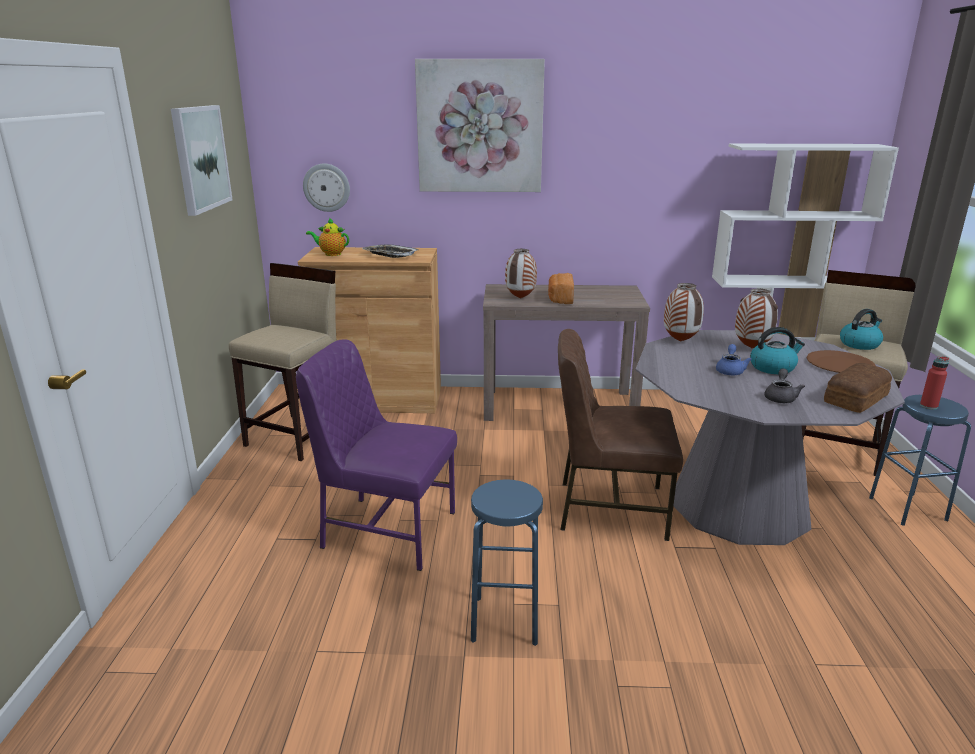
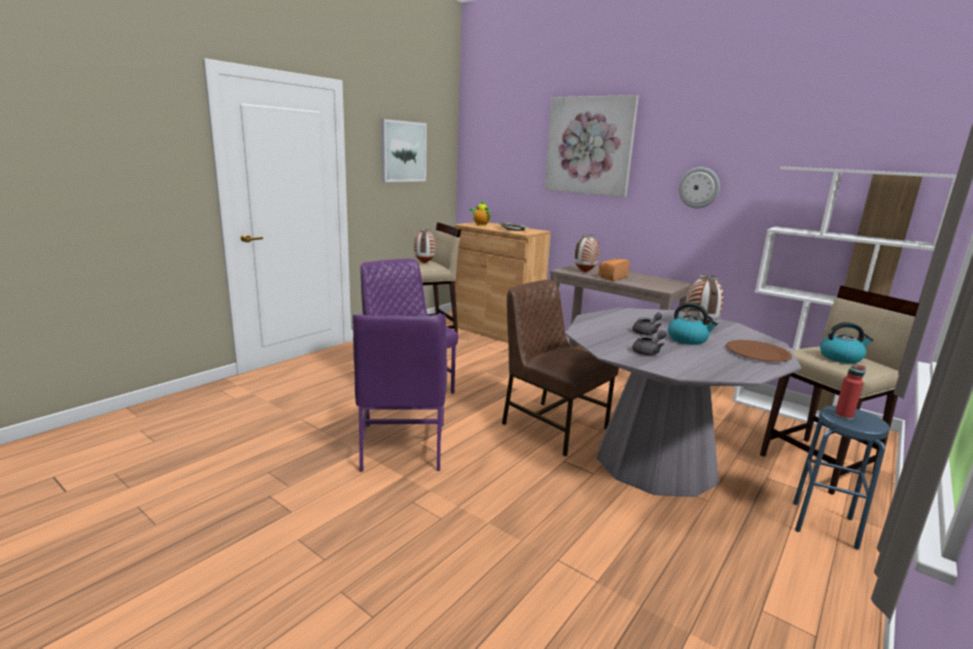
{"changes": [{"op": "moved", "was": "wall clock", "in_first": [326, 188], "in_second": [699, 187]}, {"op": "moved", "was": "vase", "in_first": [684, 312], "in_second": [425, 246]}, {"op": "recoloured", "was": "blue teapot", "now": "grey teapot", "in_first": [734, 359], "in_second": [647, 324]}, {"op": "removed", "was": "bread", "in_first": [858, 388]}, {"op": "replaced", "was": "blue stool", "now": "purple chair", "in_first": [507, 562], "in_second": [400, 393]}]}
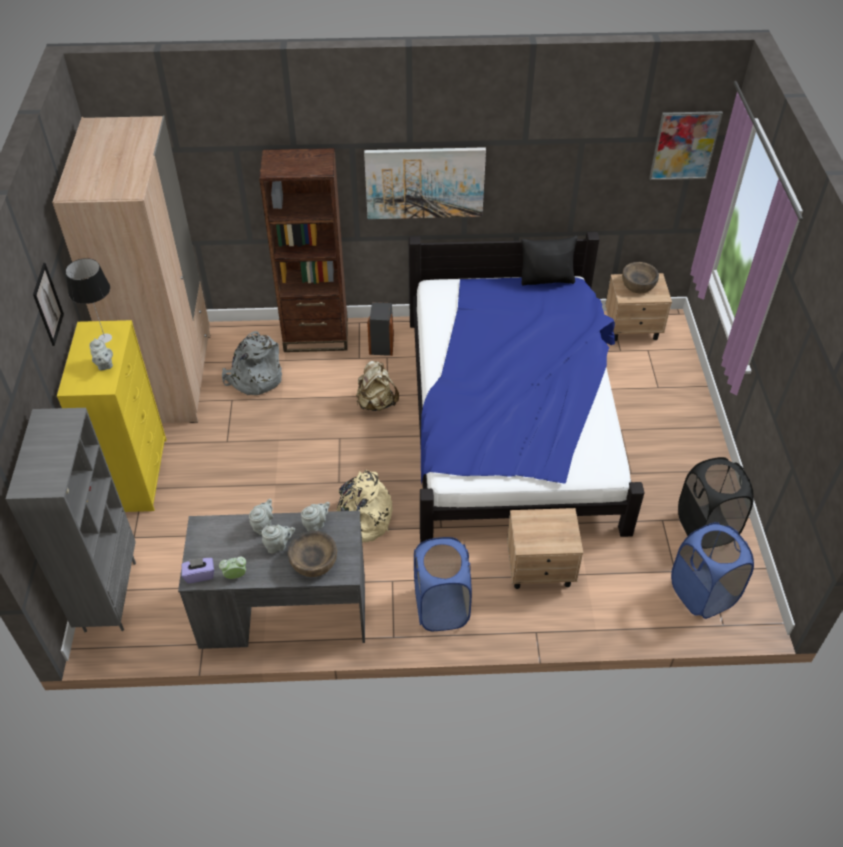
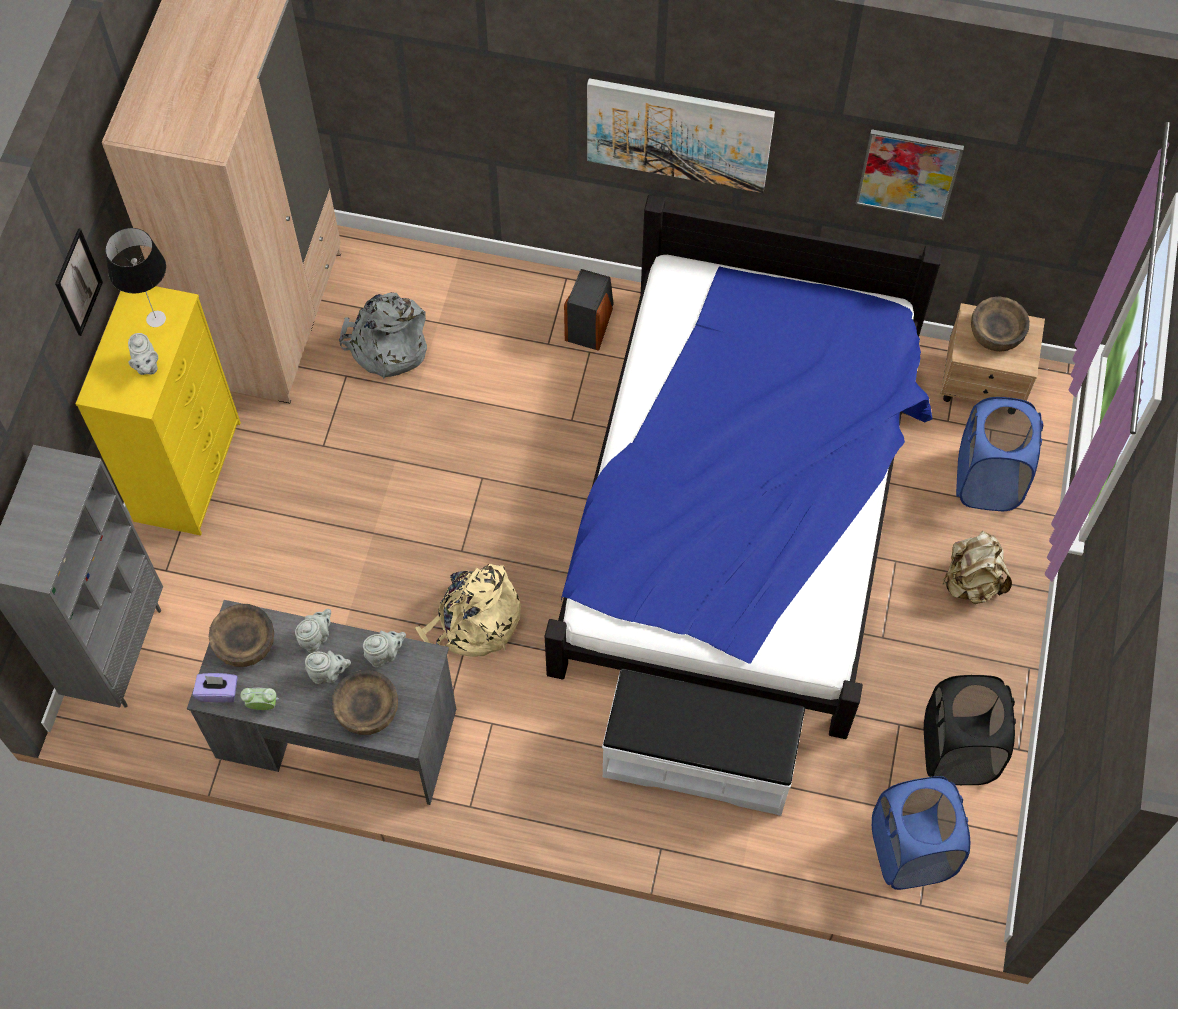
{"changes": [{"op": "moved", "was": "picture", "in_first": [686, 145], "in_second": [910, 174]}, {"op": "removed", "was": "brown bookcase", "in_first": [303, 250]}, {"op": "removed", "was": "black pillow", "in_first": [549, 260]}, {"op": "moved", "was": "beige backpack", "in_first": [377, 386], "in_second": [977, 567]}, {"op": "replaced", "was": "beige nightstand", "now": "white bench", "in_first": [545, 548], "in_second": [703, 742]}, {"op": "moved", "was": "blue laundry basket", "in_first": [443, 584], "in_second": [999, 454]}, {"op": "added", "now": "brown bowl", "in_second": [241, 635]}]}
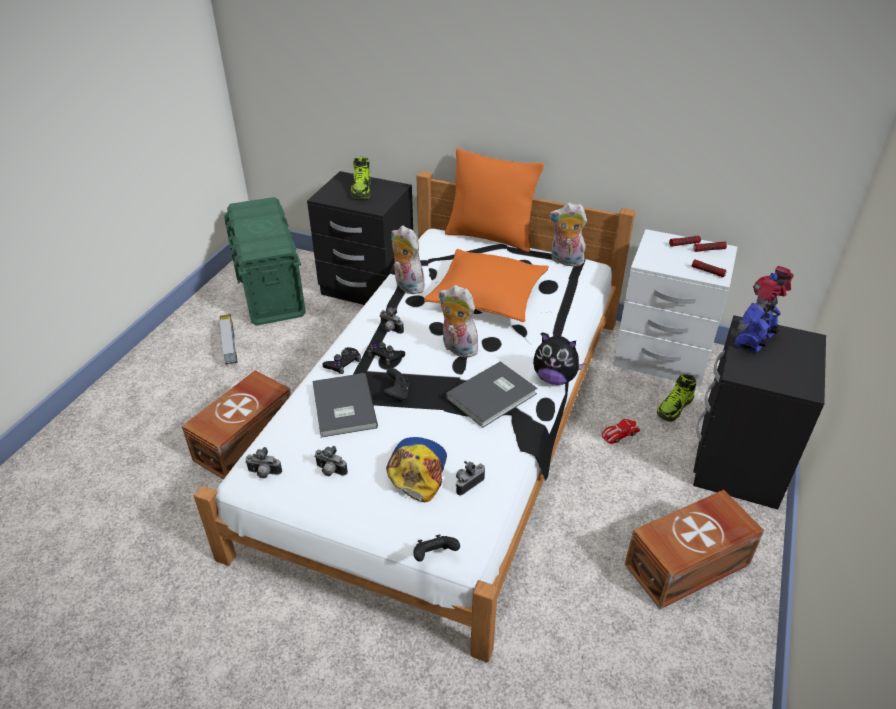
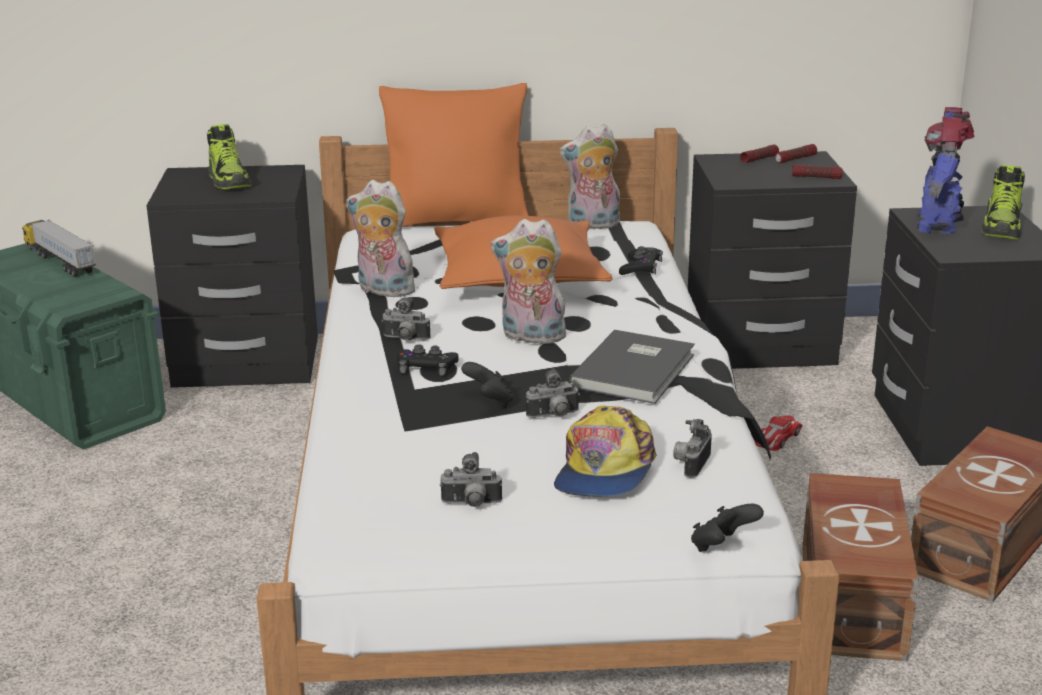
{"changes": [{"op": "recoloured", "was": "white nightstand", "now": "black nightstand", "in_first": [675, 308], "in_second": [772, 260]}, {"op": "moved", "was": "toy truck", "in_first": [228, 339], "in_second": [59, 248]}, {"op": "removed", "was": "plush toy", "in_first": [559, 358]}, {"op": "moved", "was": "black game controller", "in_first": [341, 360], "in_second": [641, 260]}, {"op": "moved", "was": "brown storage box", "in_first": [236, 425], "in_second": [860, 567]}, {"op": "removed", "was": "grey book", "in_first": [345, 405]}, {"op": "moved", "was": "shoe", "in_first": [676, 398], "in_second": [1003, 202]}, {"op": "turned", "was": "cap", "in_first": [416, 469], "in_second": [605, 451], "clockwise": -150}, {"op": "moved", "was": "photo camera", "in_first": [263, 463], "in_second": [553, 393]}]}
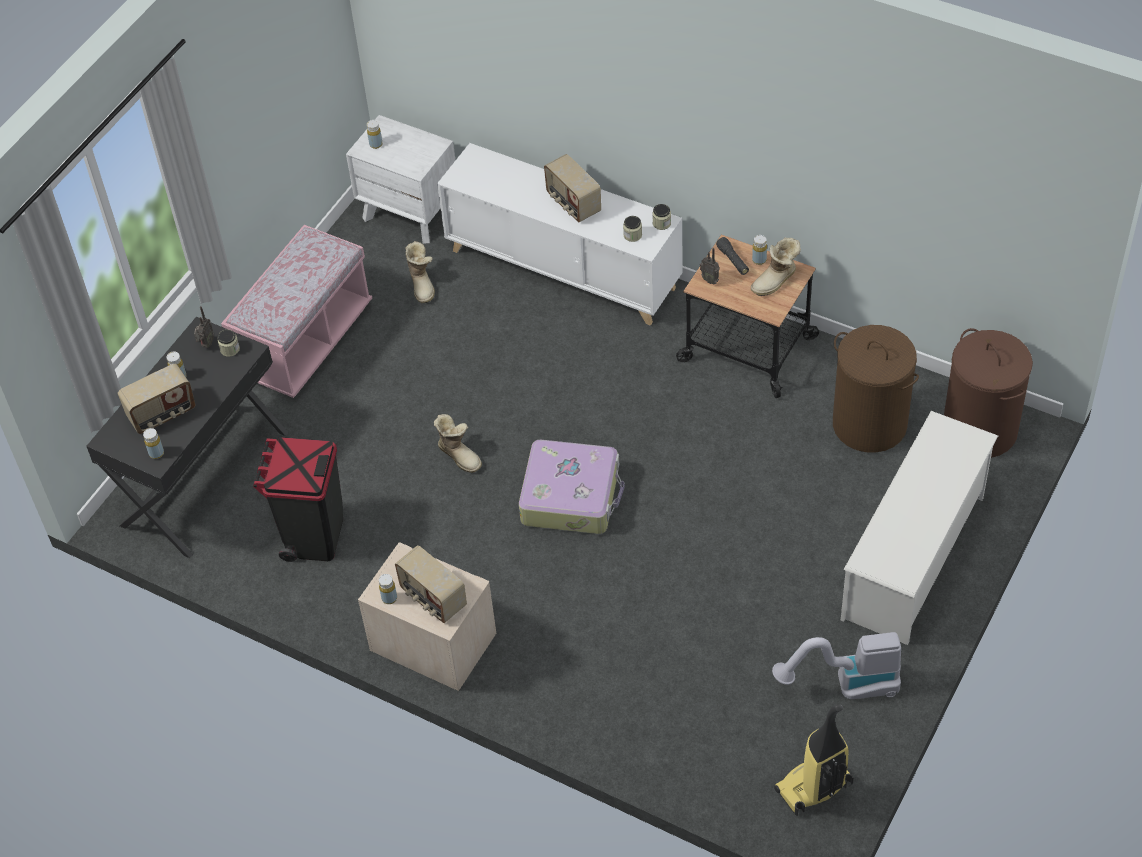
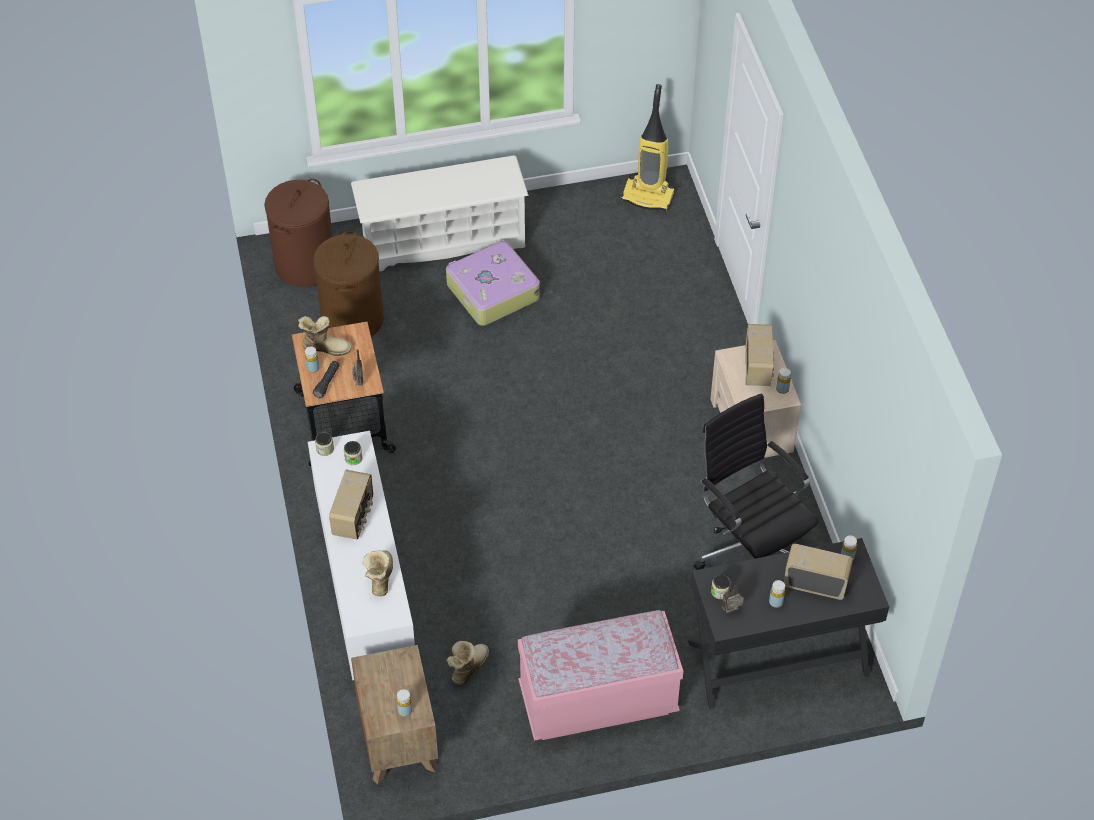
{"changes": [{"op": "recoloured", "was": "white nightstand", "now": "brown nightstand", "in_first": [400, 179], "in_second": [394, 714]}, {"op": "moved", "was": "boot", "in_first": [458, 443], "in_second": [378, 573]}, {"op": "replaced", "was": "black trash can", "now": "black office chair", "in_first": [298, 499], "in_second": [756, 481]}, {"op": "moved", "was": "suitcase", "in_first": [572, 487], "in_second": [493, 283]}, {"op": "removed", "was": "vacuum cleaner", "in_first": [836, 665]}]}
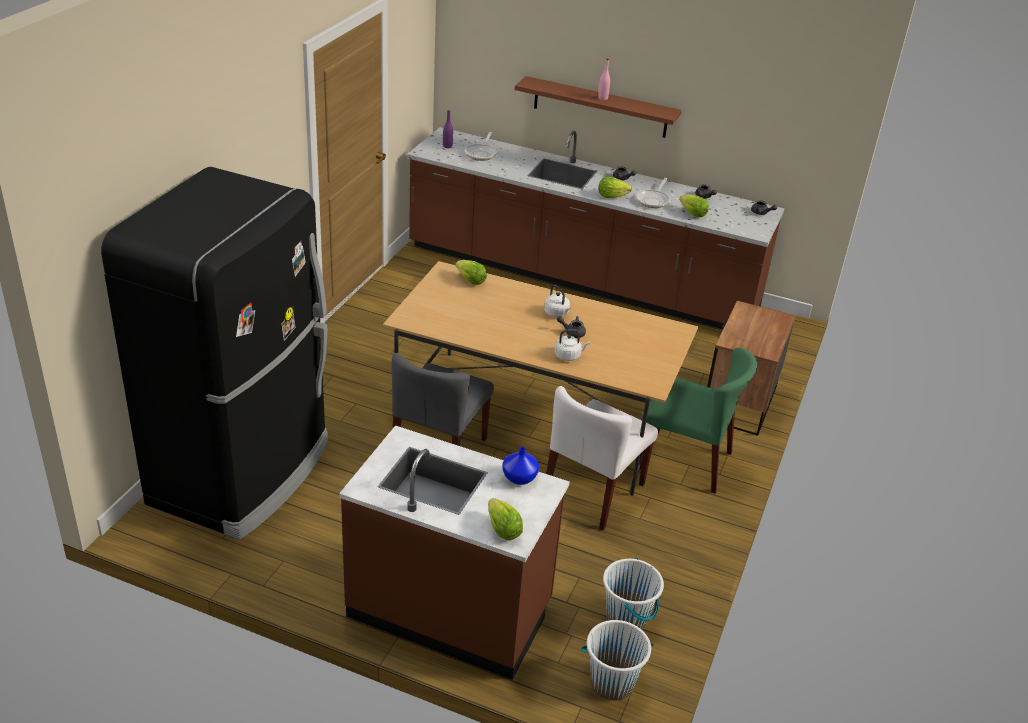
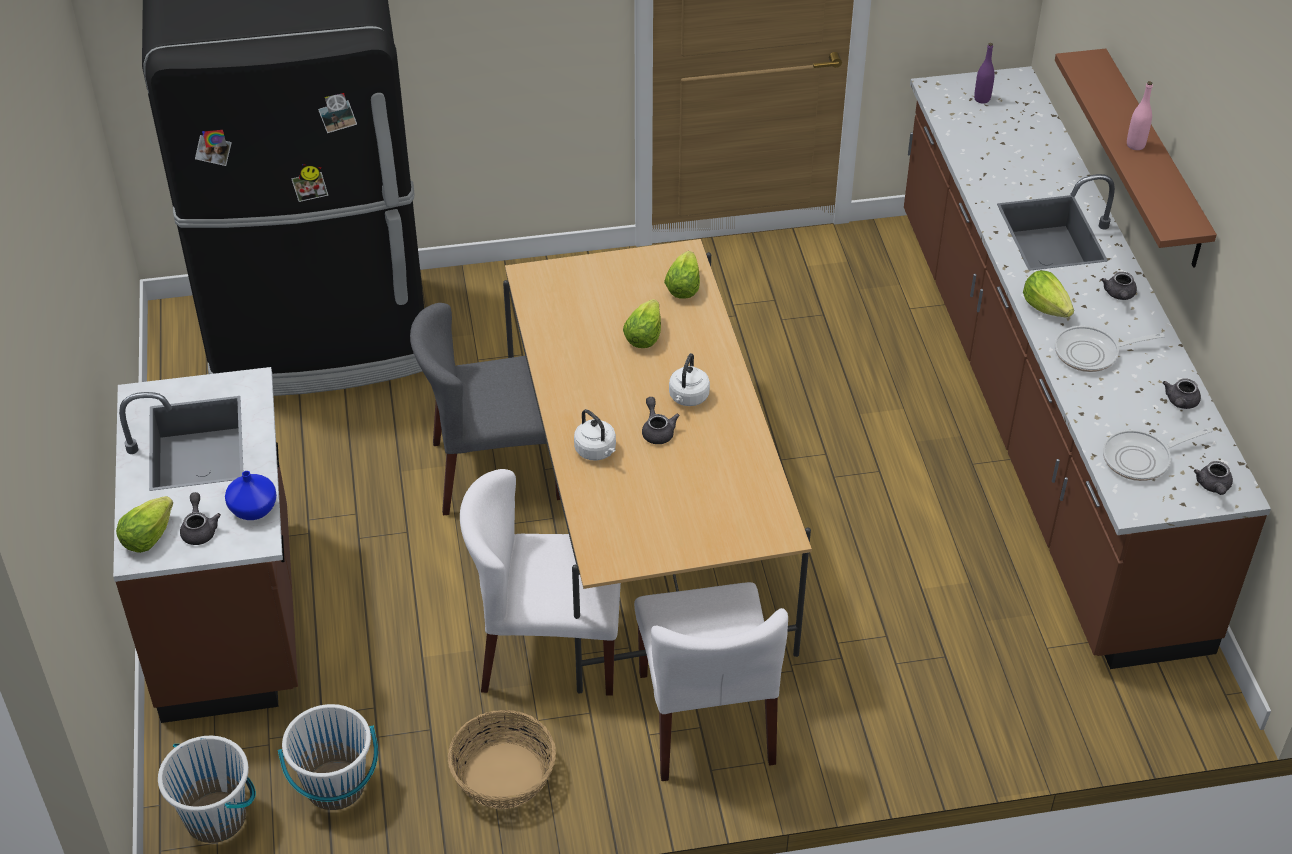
{"changes": [{"op": "moved", "was": "frying pan", "in_first": [481, 146], "in_second": [1157, 454]}, {"op": "moved", "was": "lettuce", "in_first": [694, 205], "in_second": [642, 323]}, {"op": "removed", "was": "nightstand", "in_first": [751, 368]}, {"op": "recoloured", "was": "green chair", "now": "white chair", "in_first": [698, 421], "in_second": [711, 681]}, {"op": "added", "now": "grey teapot", "in_second": [200, 518]}, {"op": "added", "now": "basket", "in_second": [502, 759]}]}
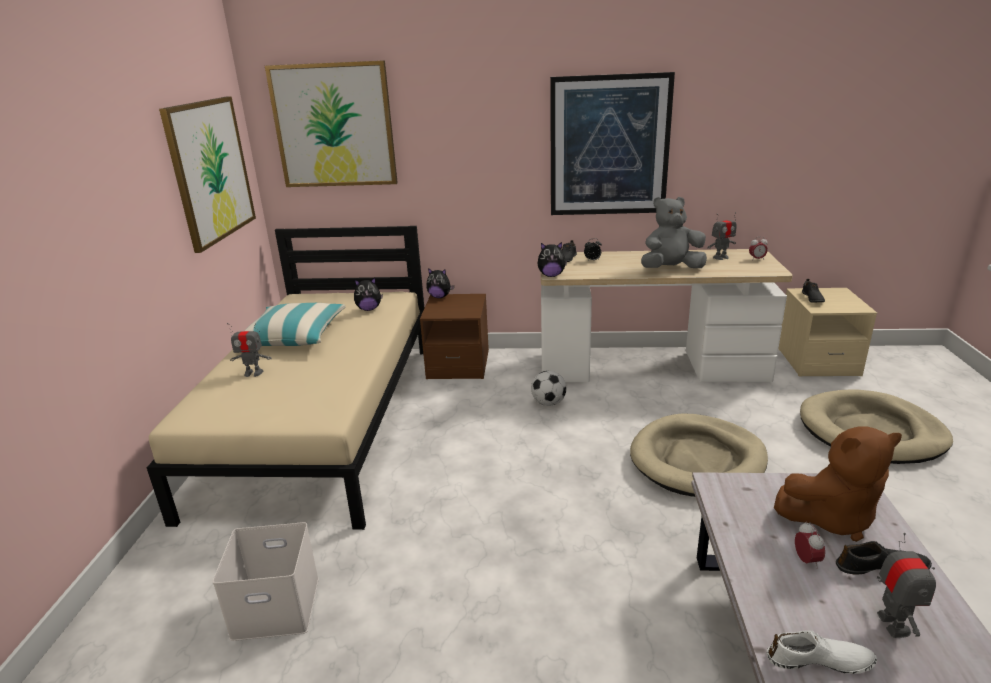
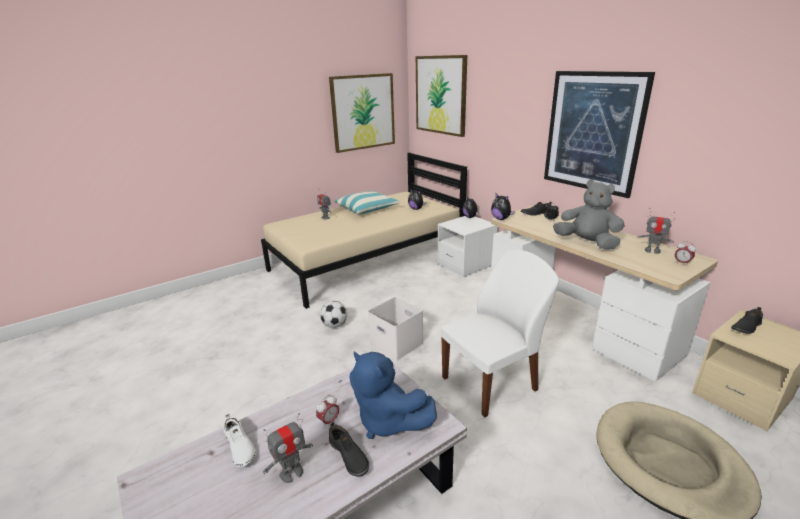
{"changes": [{"op": "recoloured", "was": "brown nightstand", "now": "white nightstand", "in_first": [454, 336], "in_second": [468, 246]}, {"op": "moved", "was": "football", "in_first": [548, 388], "in_second": [333, 314]}, {"op": "replaced", "was": "beige dog bed", "now": "white chair", "in_first": [699, 455], "in_second": [500, 334]}, {"op": "recoloured", "was": "brown plush toy", "now": "blue plush toy", "in_first": [838, 484], "in_second": [393, 395]}, {"op": "moved", "was": "white storage box", "in_first": [265, 581], "in_second": [396, 329]}]}
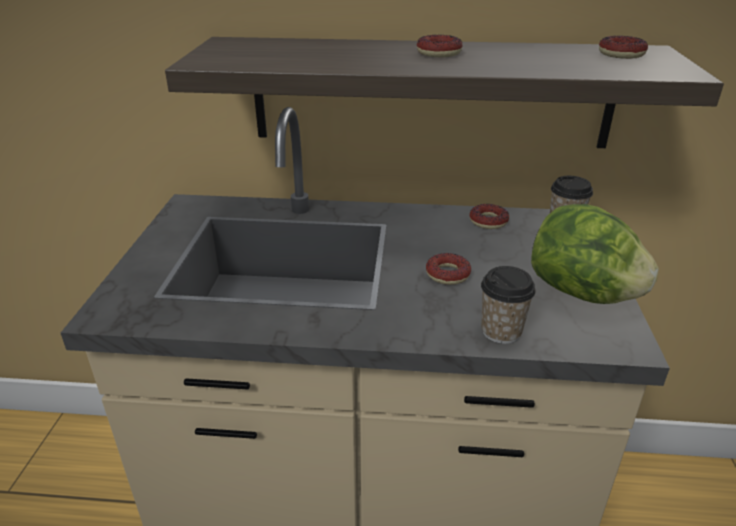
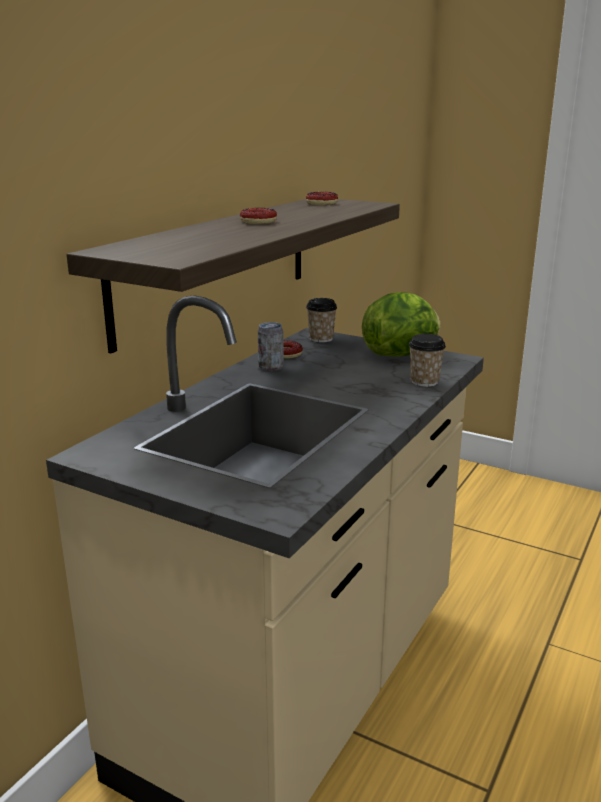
{"changes": [{"op": "removed", "was": "donut", "in_first": [448, 269]}, {"op": "added", "now": "can", "in_second": [271, 346]}]}
